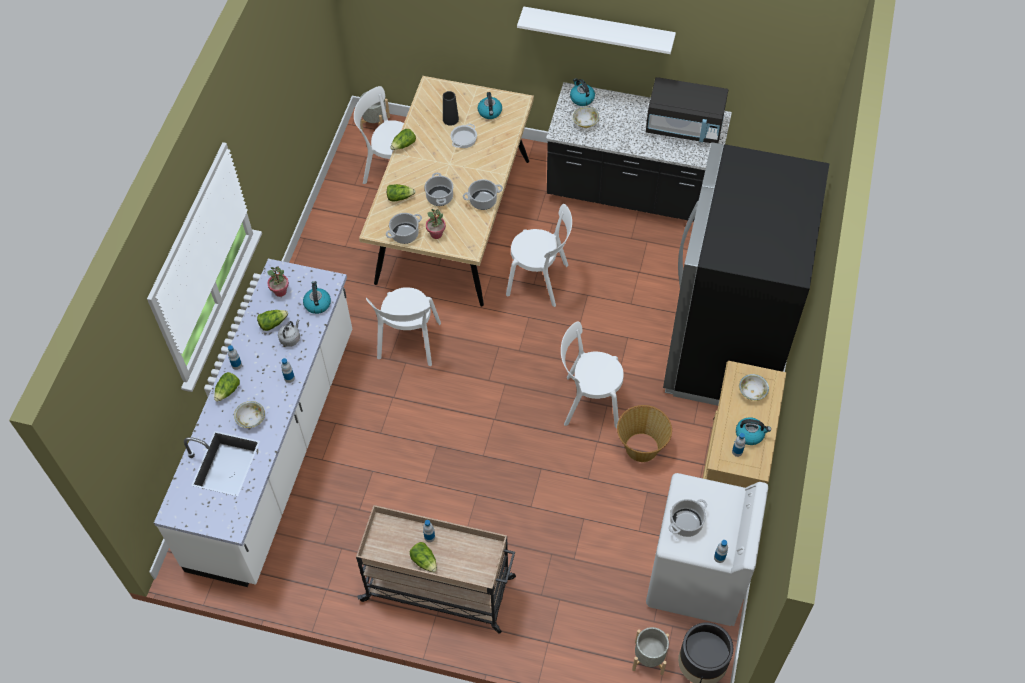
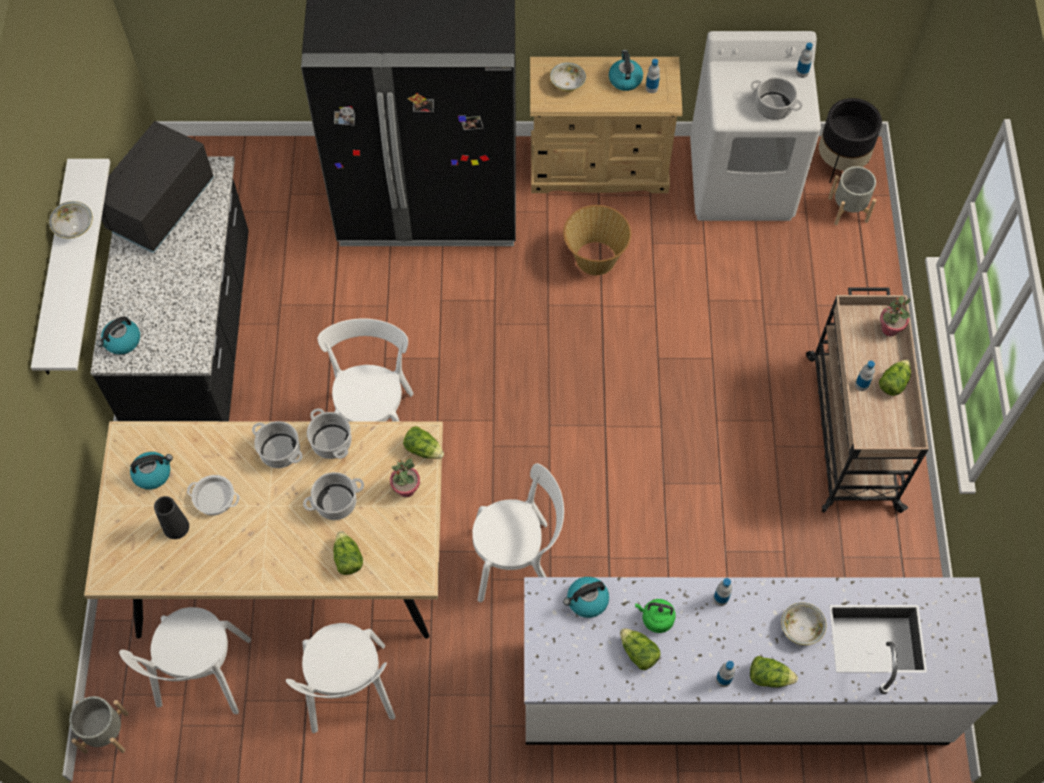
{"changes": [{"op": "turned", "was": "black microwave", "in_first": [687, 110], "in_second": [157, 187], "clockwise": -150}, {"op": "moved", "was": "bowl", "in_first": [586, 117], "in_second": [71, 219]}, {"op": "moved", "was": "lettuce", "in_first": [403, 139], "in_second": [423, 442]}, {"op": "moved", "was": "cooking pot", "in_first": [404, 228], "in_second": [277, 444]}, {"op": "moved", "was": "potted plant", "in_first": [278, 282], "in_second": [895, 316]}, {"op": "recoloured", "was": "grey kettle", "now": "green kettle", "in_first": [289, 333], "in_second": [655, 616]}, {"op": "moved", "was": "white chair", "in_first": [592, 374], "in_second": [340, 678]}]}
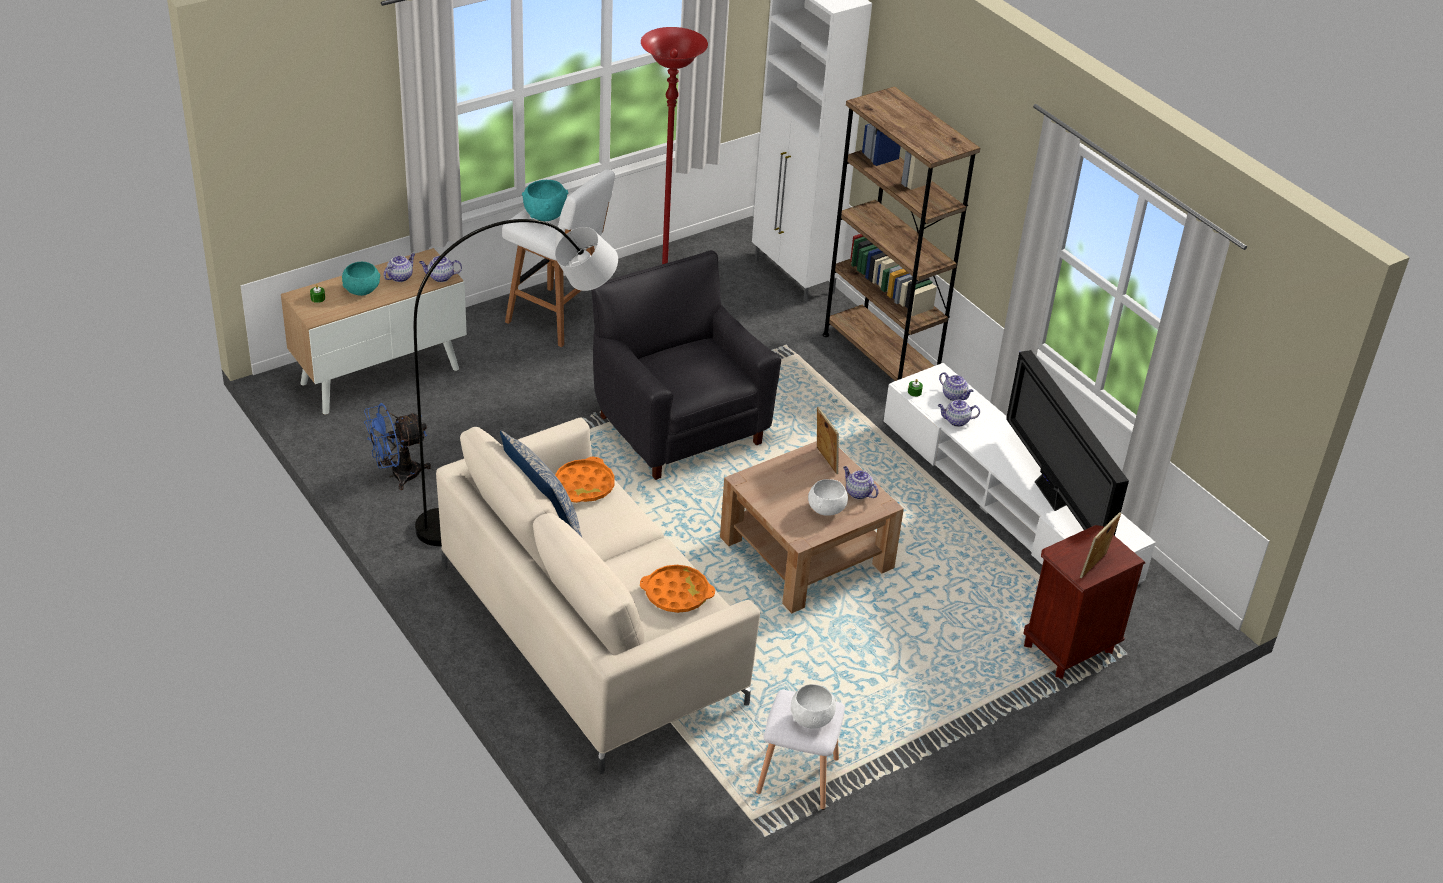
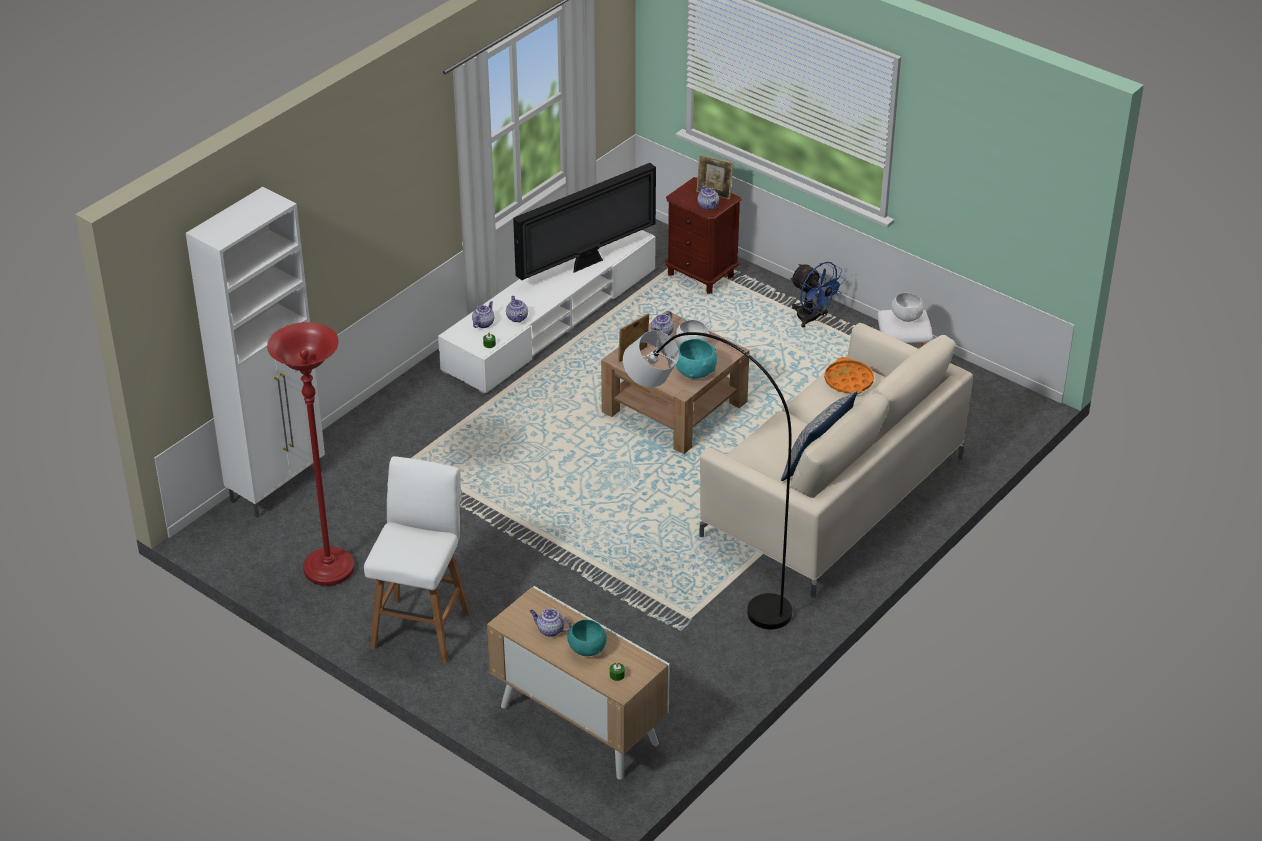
{"changes": [{"op": "removed", "was": "brown bookcase", "in_first": [901, 233]}, {"op": "moved", "was": "turquoise bowl", "in_first": [545, 200], "in_second": [696, 358]}, {"op": "removed", "was": "black armchair", "in_first": [686, 365]}, {"op": "moved", "was": "teapot", "in_first": [440, 269], "in_second": [708, 197]}, {"op": "moved", "was": "blue fan", "in_first": [397, 446], "in_second": [817, 295]}, {"op": "removed", "was": "orange tray", "in_first": [585, 480]}]}
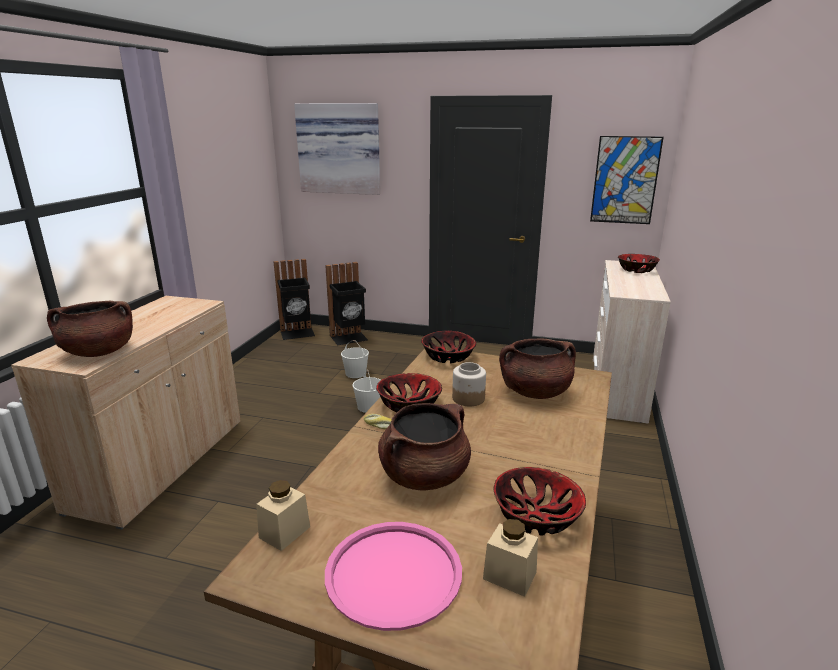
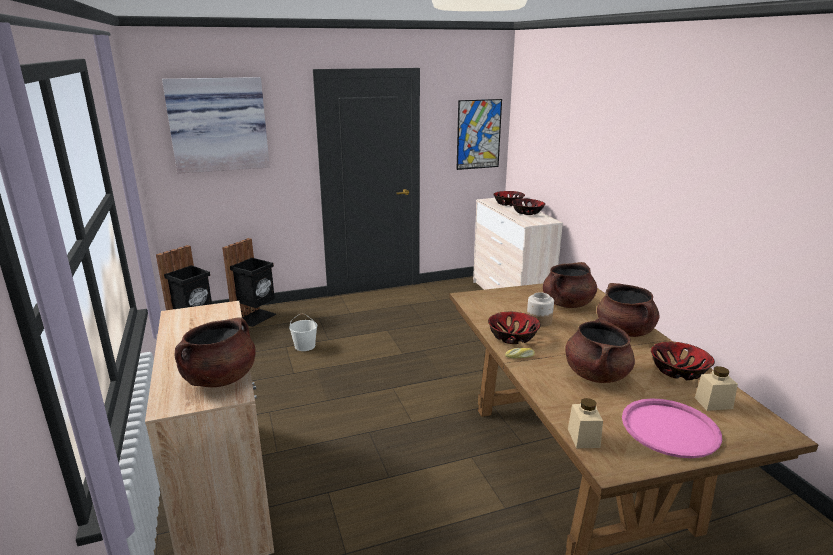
{"changes": [{"op": "moved", "was": "bowl", "in_first": [448, 347], "in_second": [528, 206]}, {"op": "removed", "was": "white bucket", "in_first": [366, 391]}, {"op": "added", "now": "brown cooking pot", "in_second": [628, 310]}]}
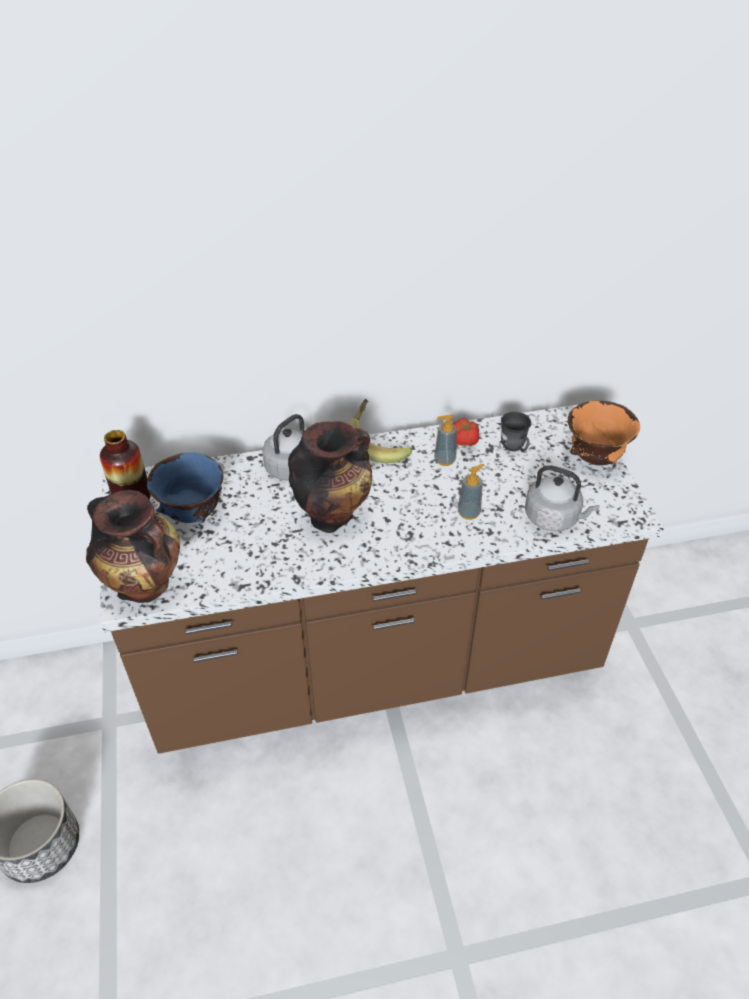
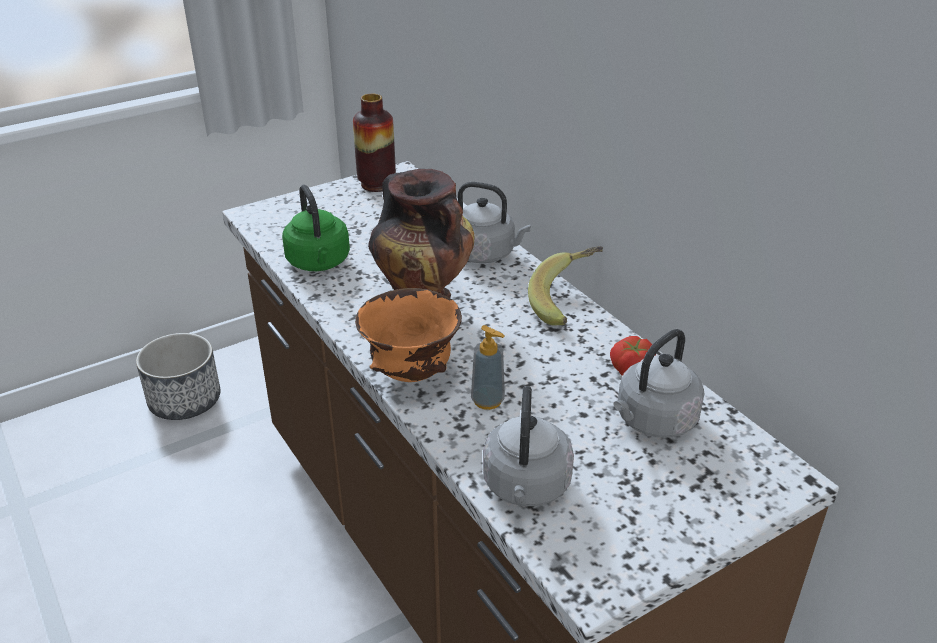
{"changes": [{"op": "moved", "was": "orange bowl", "in_first": [604, 433], "in_second": [408, 335]}, {"op": "replaced", "was": "grey mug", "now": "grey kettle", "in_first": [516, 432], "in_second": [658, 383]}, {"op": "removed", "was": "soap dispenser", "in_first": [445, 440]}, {"op": "removed", "was": "blue bowl", "in_first": [185, 487]}, {"op": "removed", "was": "vase", "in_first": [133, 546]}, {"op": "added", "now": "green kettle", "in_second": [316, 228]}]}
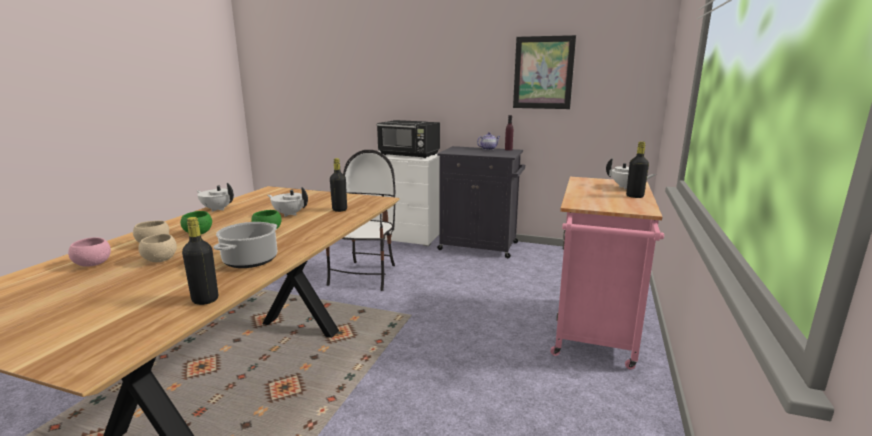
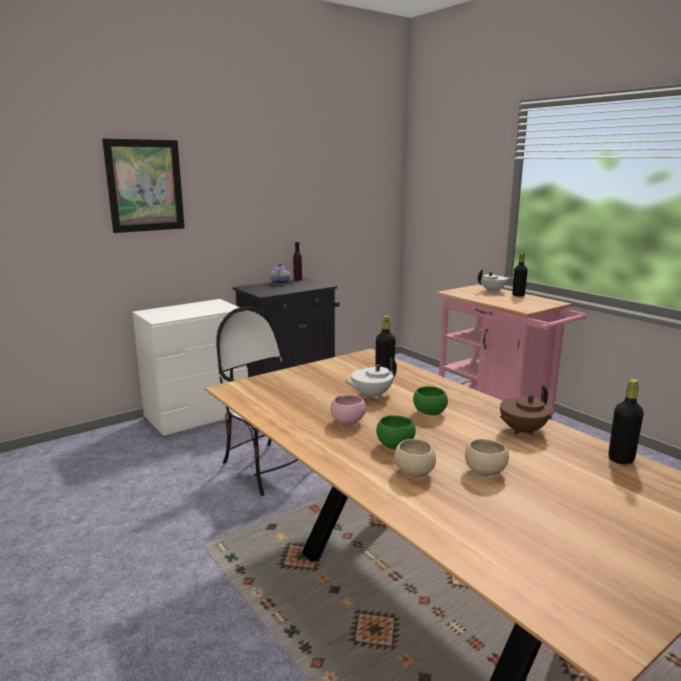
{"changes": [{"op": "moved", "was": "picture", "in_first": [544, 72], "in_second": [143, 186]}, {"op": "removed", "was": "black microwave", "in_first": [408, 139]}, {"op": "removed", "was": "white teapot", "in_first": [215, 197]}, {"op": "replaced", "was": "cooking pot", "now": "brown teapot", "in_first": [245, 245], "in_second": [525, 410]}, {"op": "moved", "was": "pink bowl", "in_first": [89, 252], "in_second": [348, 410]}]}
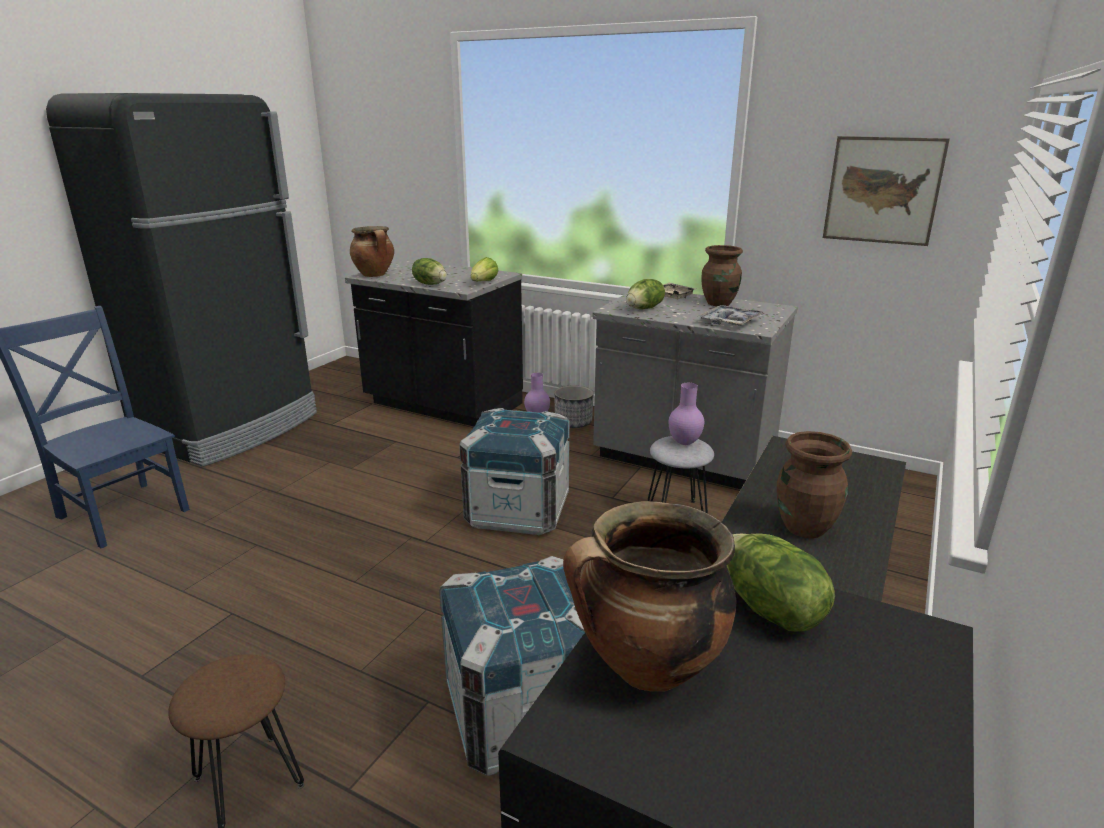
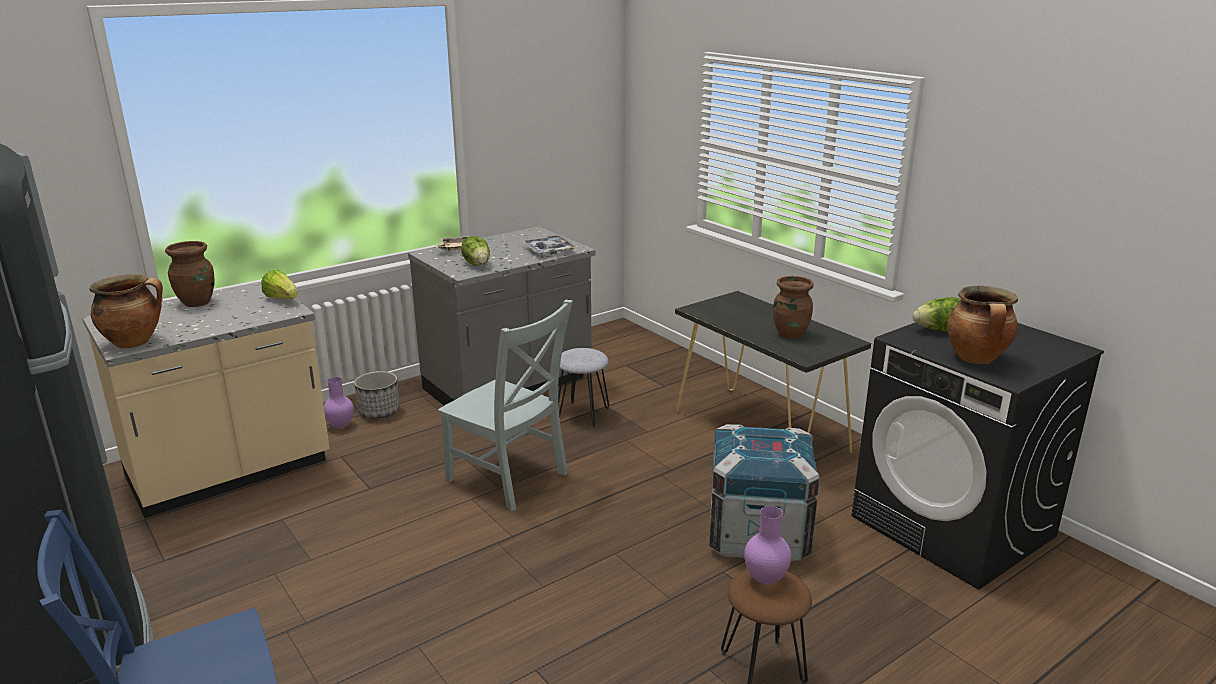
{"changes": [{"op": "removed", "was": "picture", "in_first": [886, 191]}, {"op": "moved", "was": "brown vase", "in_first": [722, 275], "in_second": [189, 274]}, {"op": "removed", "was": "lettuce", "in_first": [429, 271]}, {"op": "recoloured", "was": "black counter", "now": "beige counter", "in_first": [434, 343], "in_second": [206, 400]}, {"op": "moved", "was": "purple vase", "in_first": [686, 414], "in_second": [767, 545]}, {"op": "replaced", "was": "crate", "now": "grey chair", "in_first": [514, 471], "in_second": [505, 405]}]}
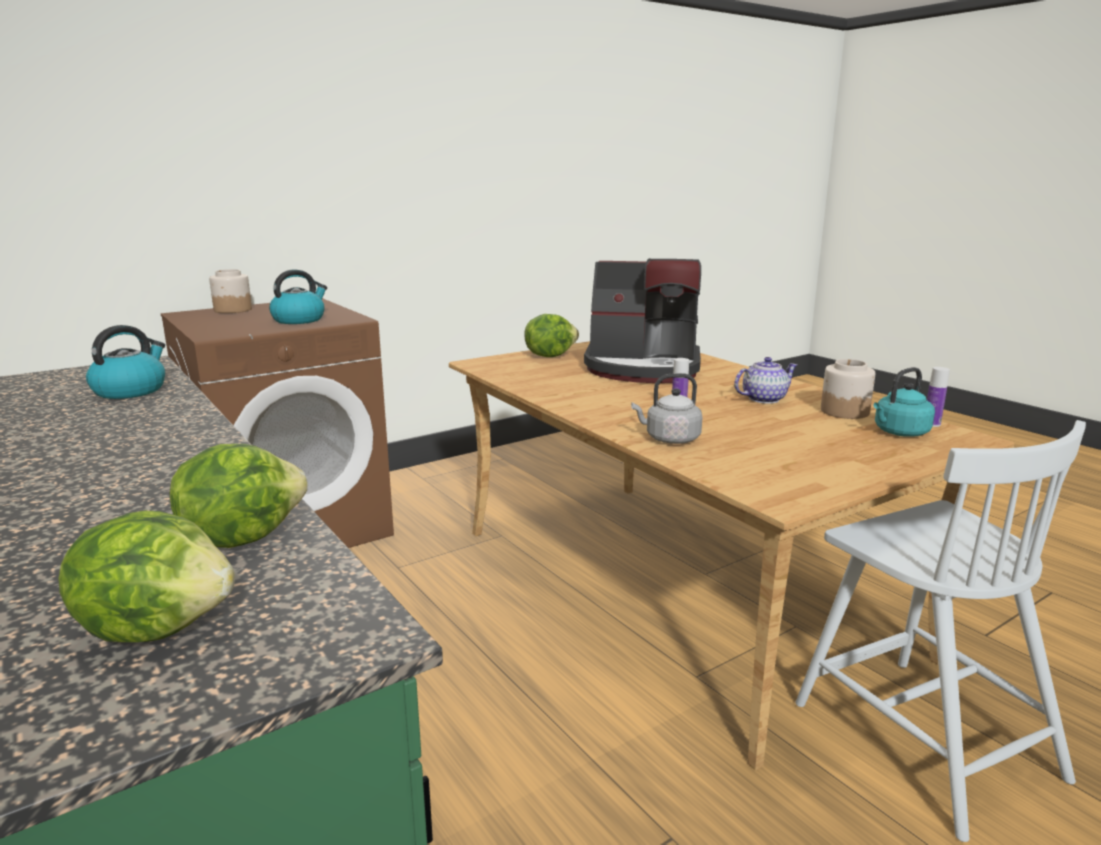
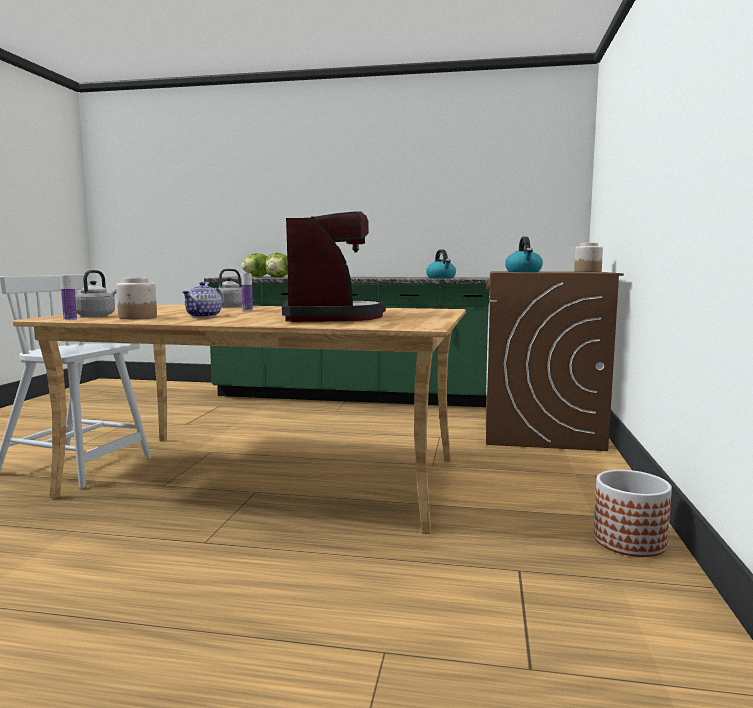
{"changes": [{"op": "turned", "was": "coffee machine", "in_first": [642, 320], "in_second": [334, 266], "clockwise": 120}, {"op": "removed", "was": "lettuce", "in_first": [551, 335]}, {"op": "recoloured", "was": "turquoise kettle", "now": "grey kettle", "in_first": [904, 402], "in_second": [96, 293]}, {"op": "added", "now": "planter", "in_second": [632, 513]}]}
